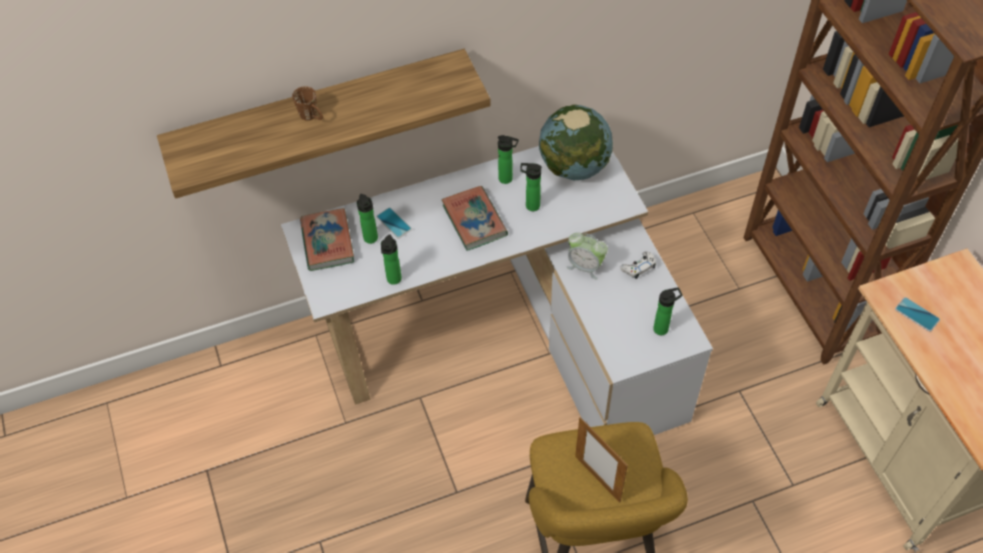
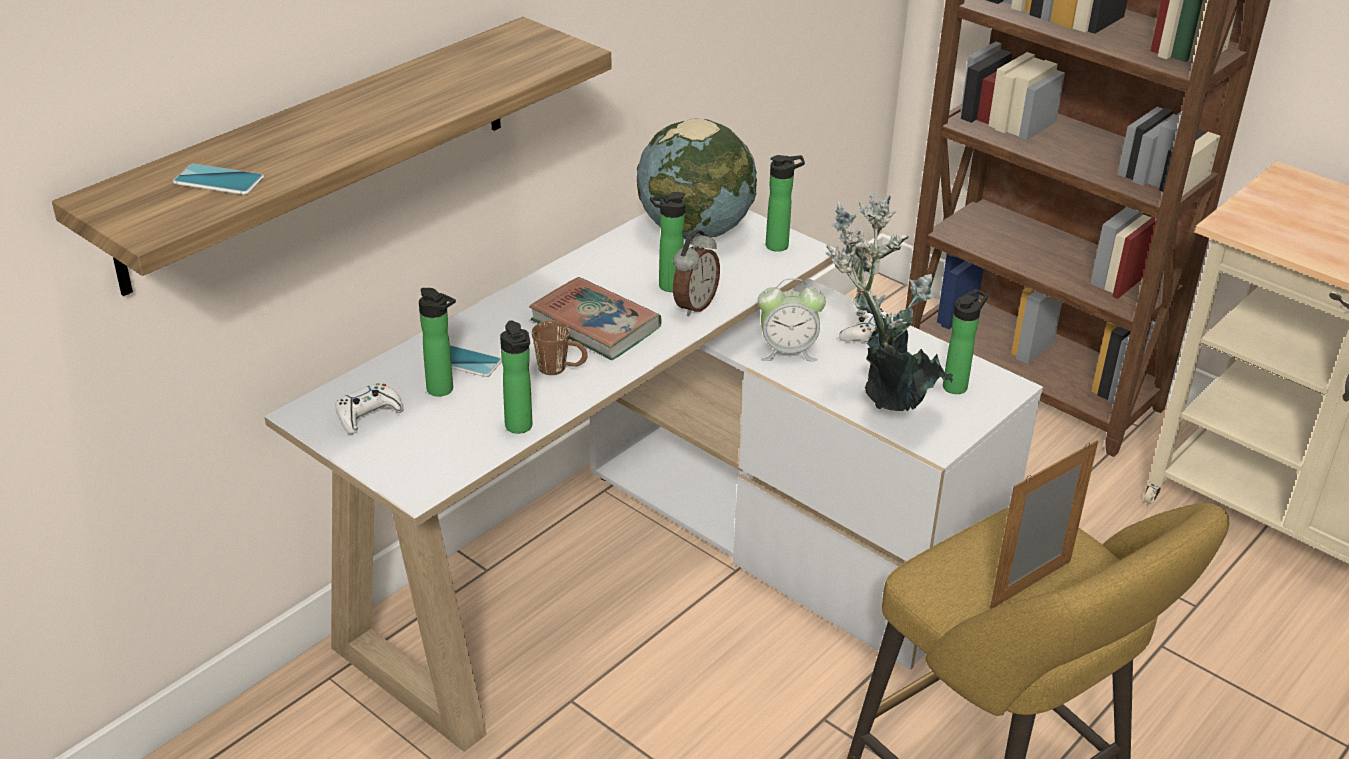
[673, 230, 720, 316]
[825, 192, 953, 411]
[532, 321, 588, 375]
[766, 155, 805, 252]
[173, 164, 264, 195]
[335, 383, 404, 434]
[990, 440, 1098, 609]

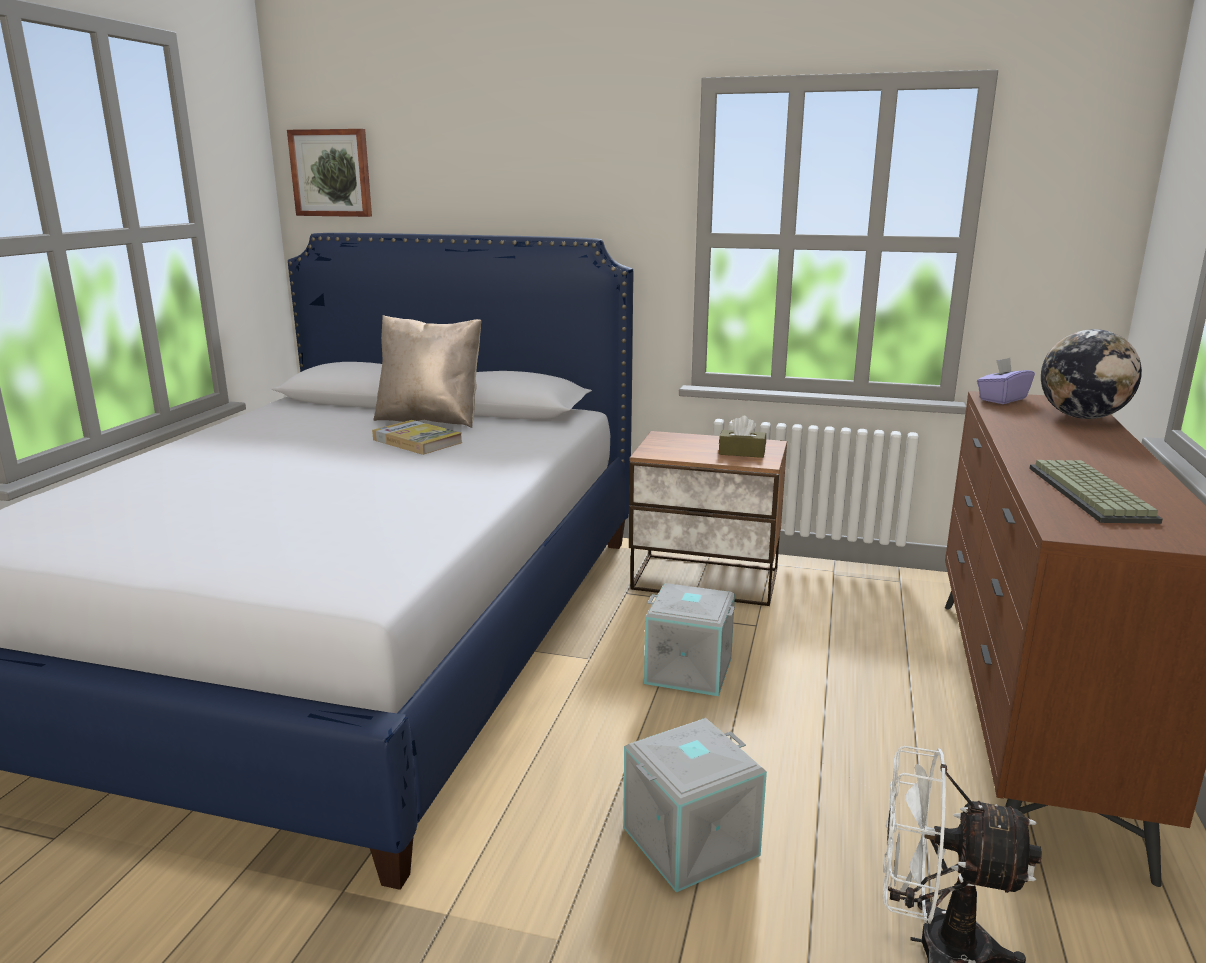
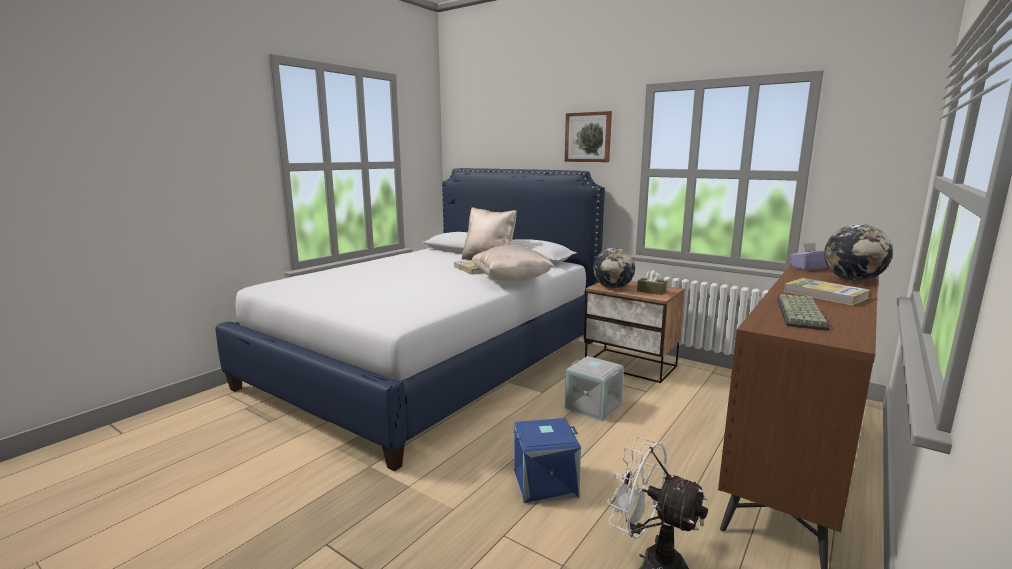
[472, 245, 554, 281]
[593, 248, 635, 289]
[784, 278, 870, 306]
[565, 111, 612, 162]
[514, 418, 581, 503]

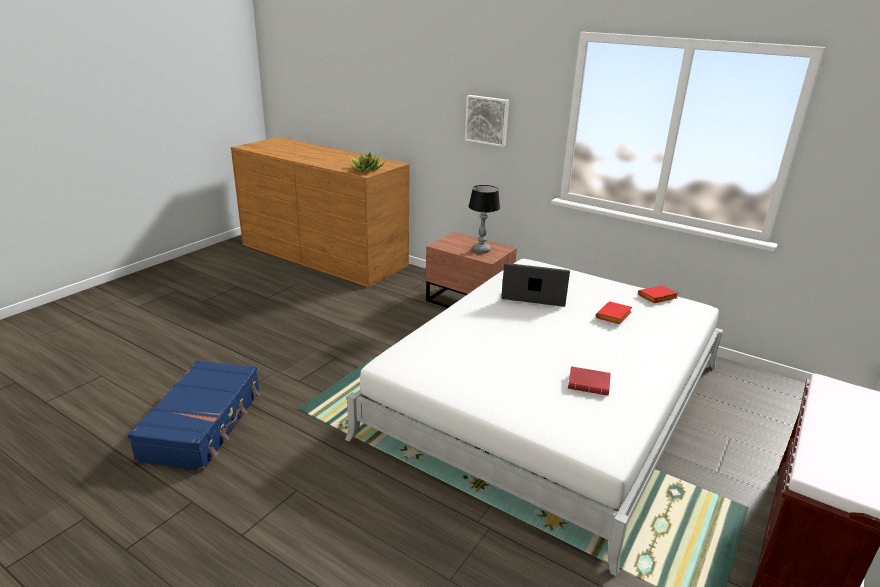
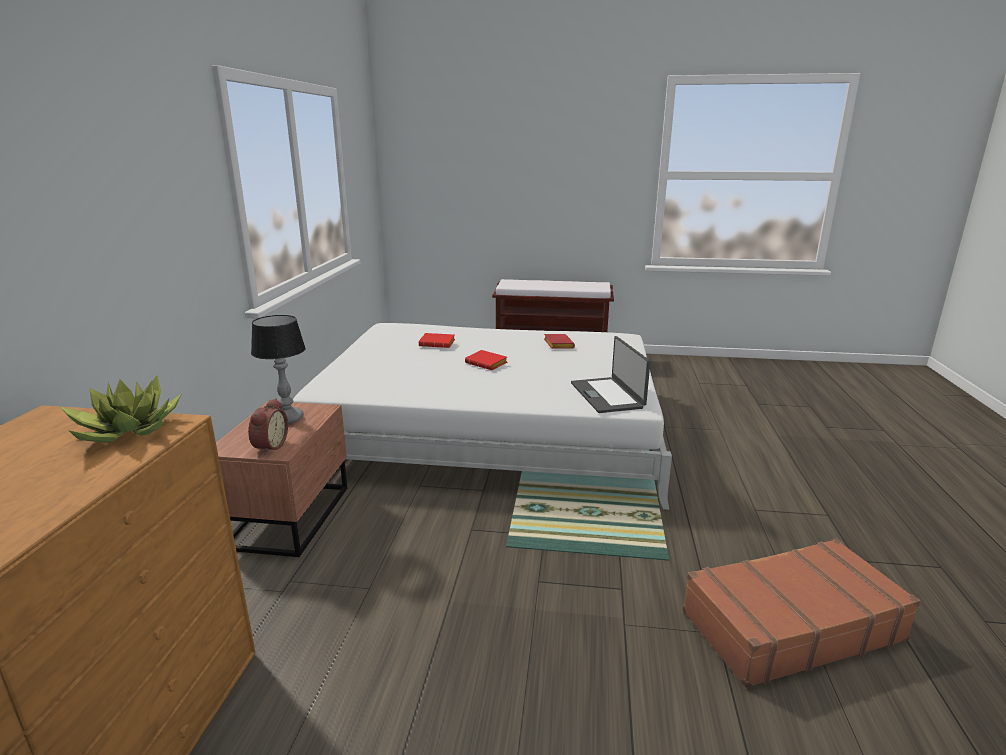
[465, 95, 509, 147] (first image)
[248, 398, 288, 455]
[571, 336, 650, 413]
[465, 350, 507, 370]
[683, 539, 921, 688]

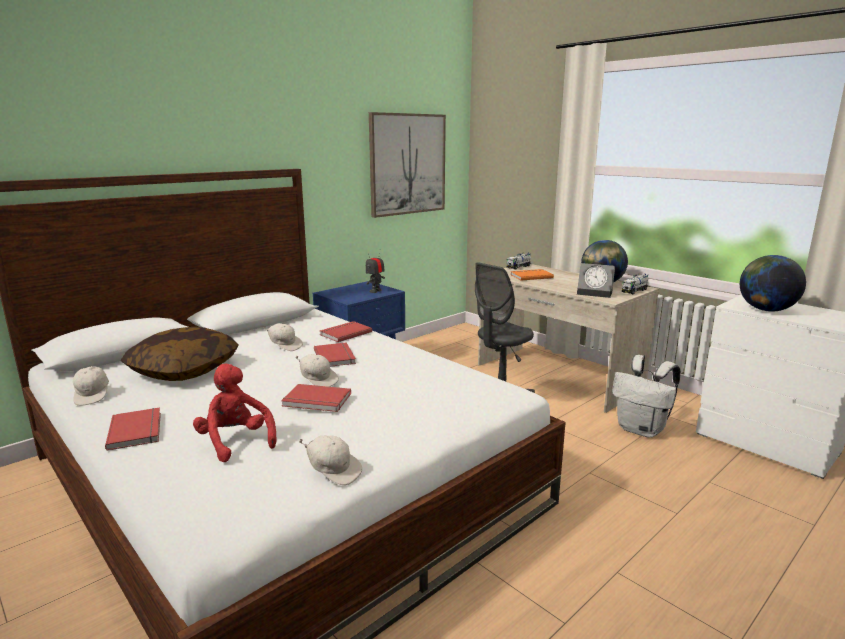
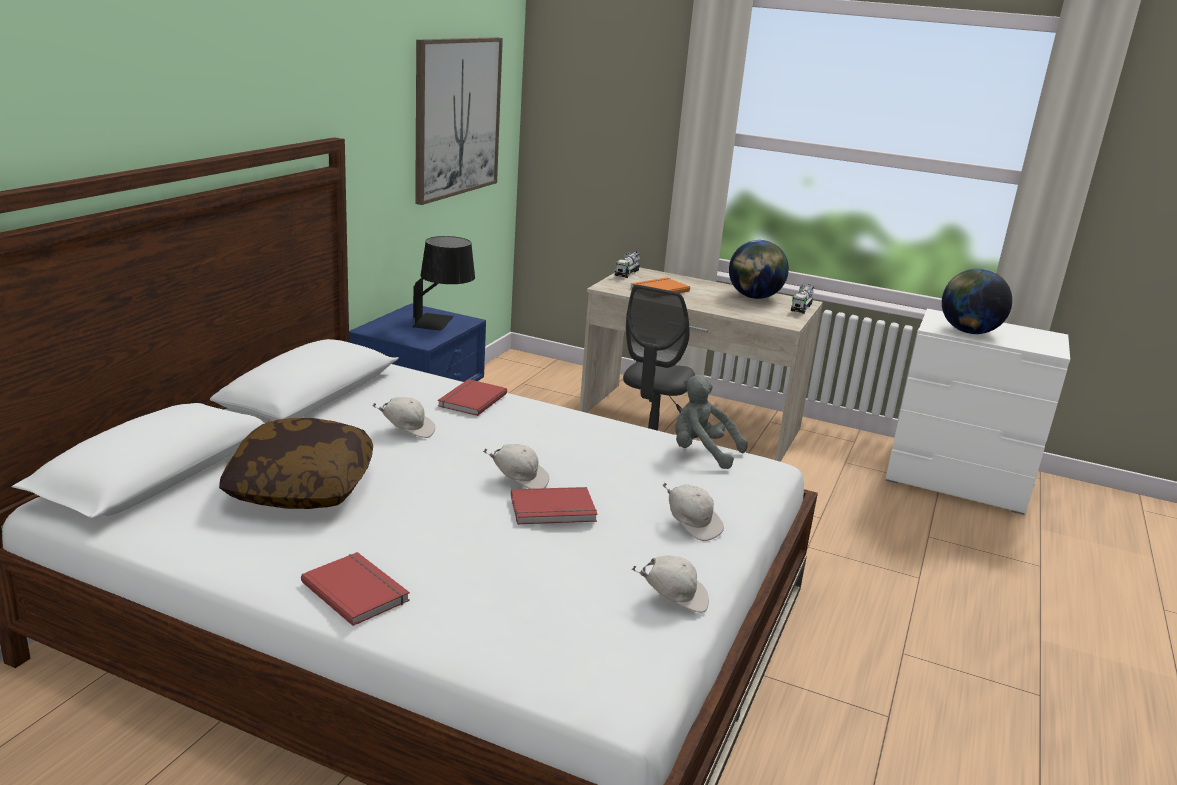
[193, 364, 277, 462] (first image)
[314, 343, 356, 367] (first image)
[577, 262, 615, 298] (first image)
[612, 355, 680, 438] (first image)
[675, 375, 748, 469]
[662, 483, 724, 541]
[412, 236, 475, 331]

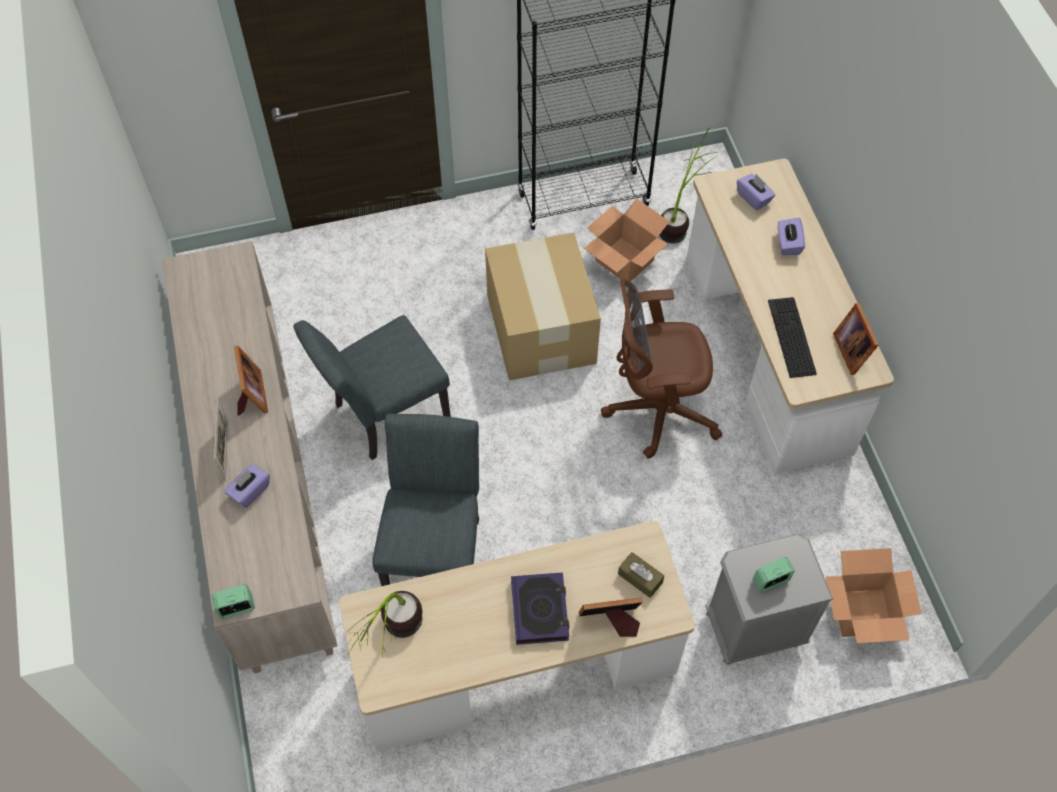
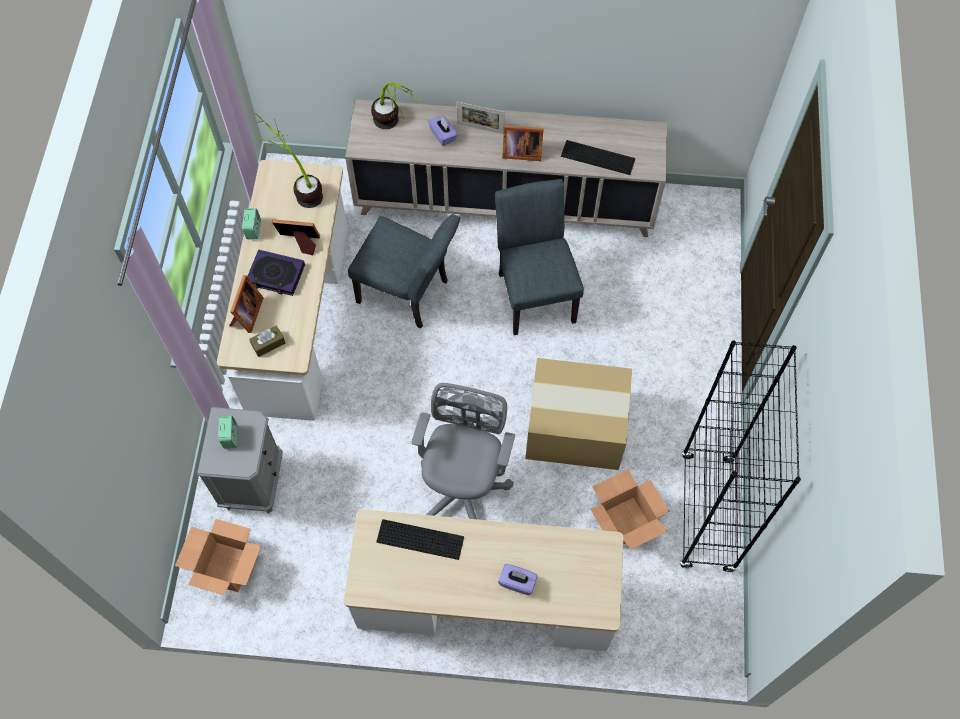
[737, 174, 775, 210] (first image)
[561, 140, 635, 175]
[242, 208, 261, 239]
[371, 83, 421, 129]
[272, 219, 320, 255]
[411, 383, 515, 519]

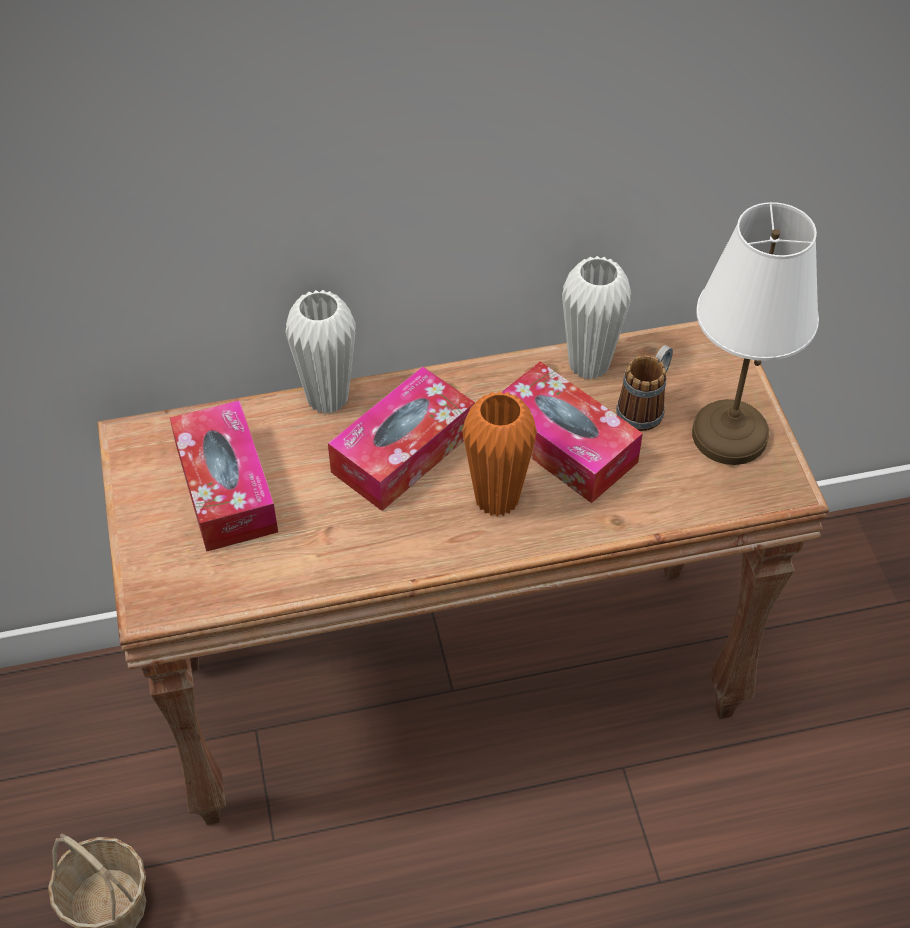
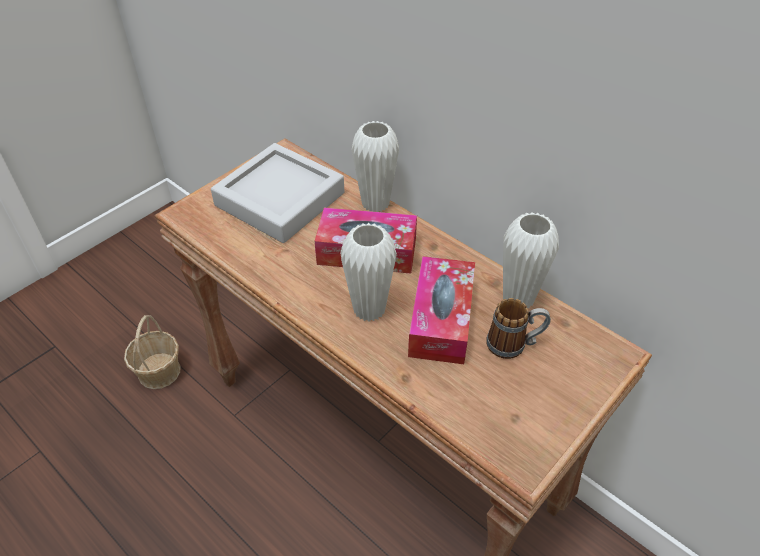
[692, 202, 819, 465] (first image)
[211, 143, 344, 243]
[340, 223, 397, 321]

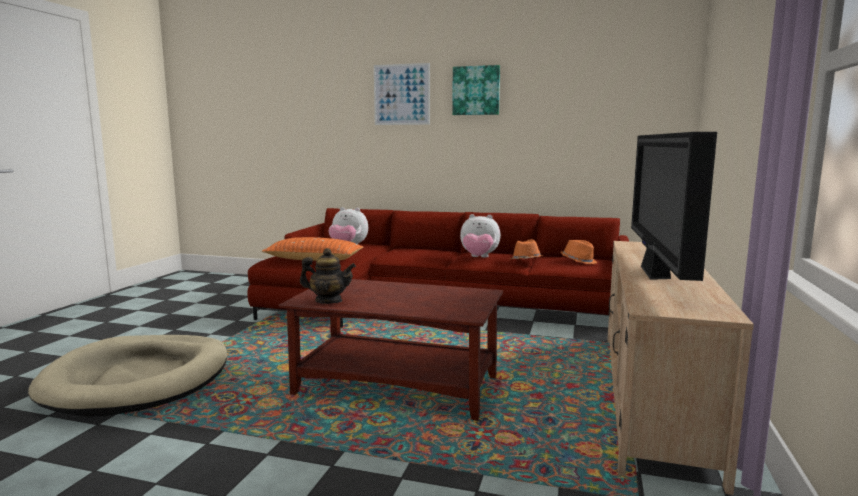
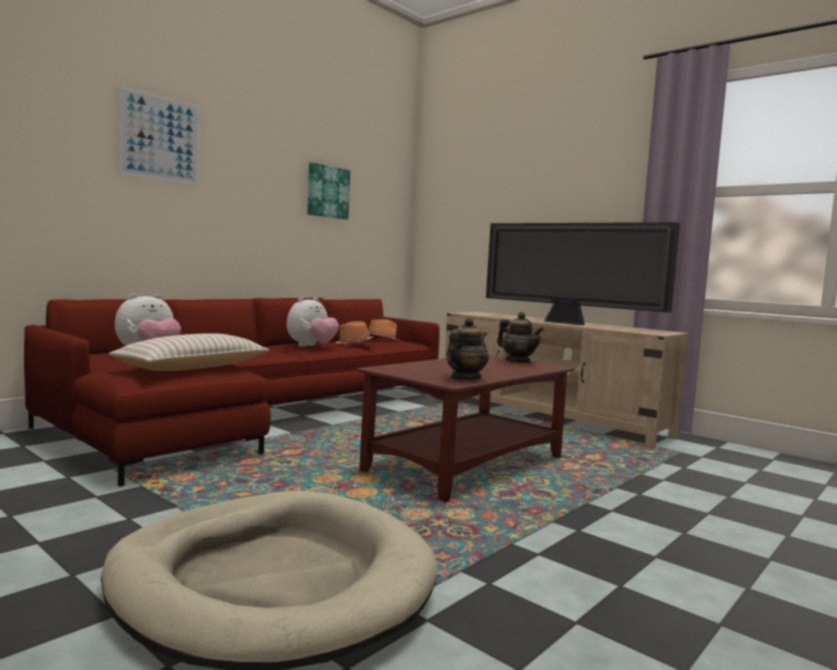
[497, 312, 544, 363]
[307, 162, 350, 219]
[108, 334, 270, 371]

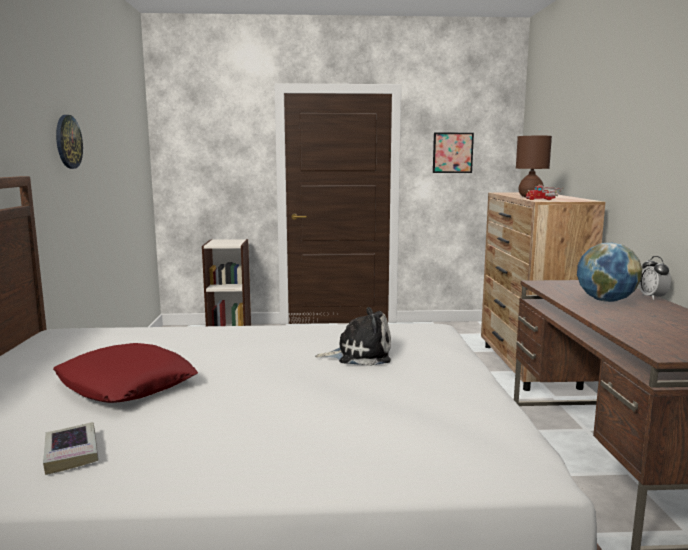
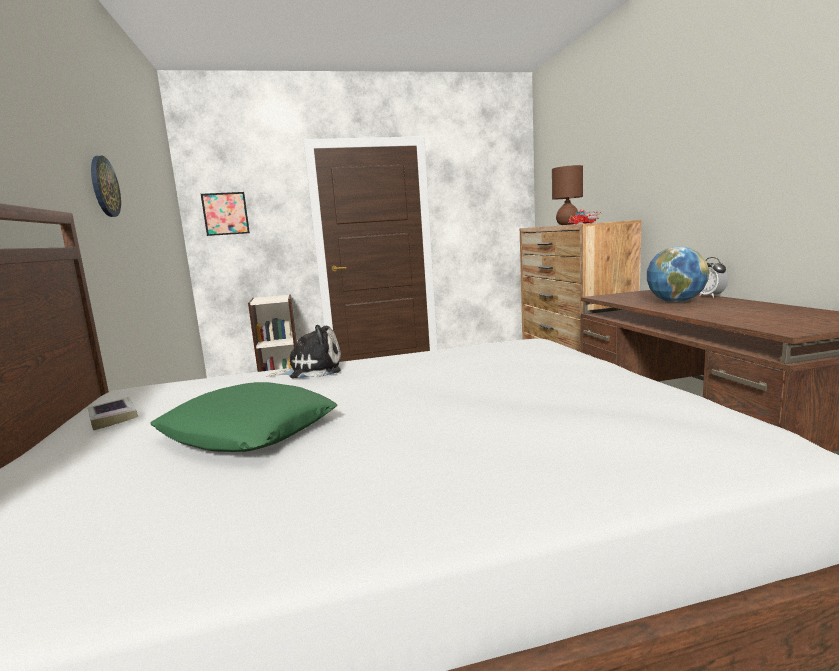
[88, 397, 138, 430]
[267, 325, 341, 378]
[201, 192, 250, 236]
[150, 382, 338, 452]

